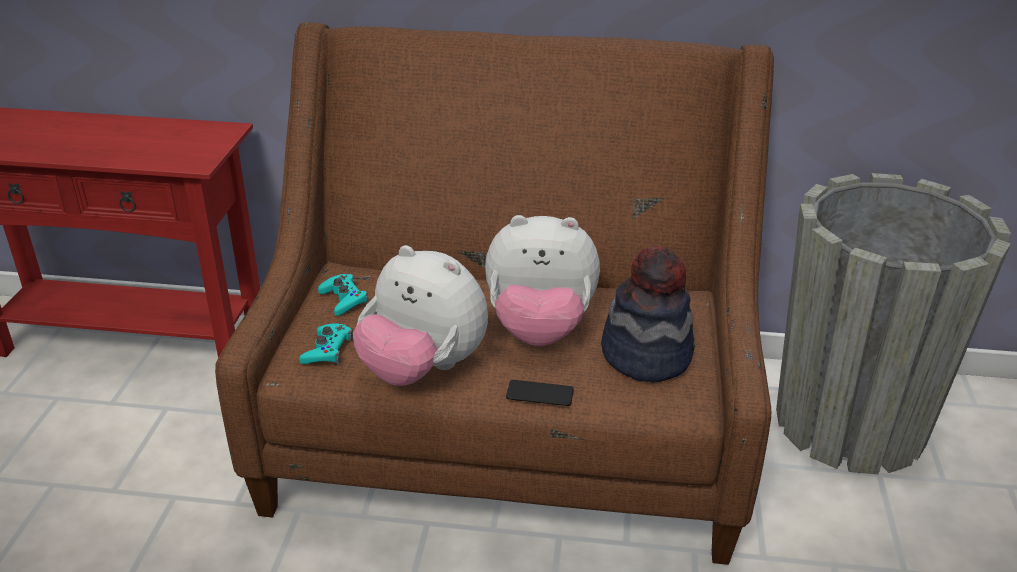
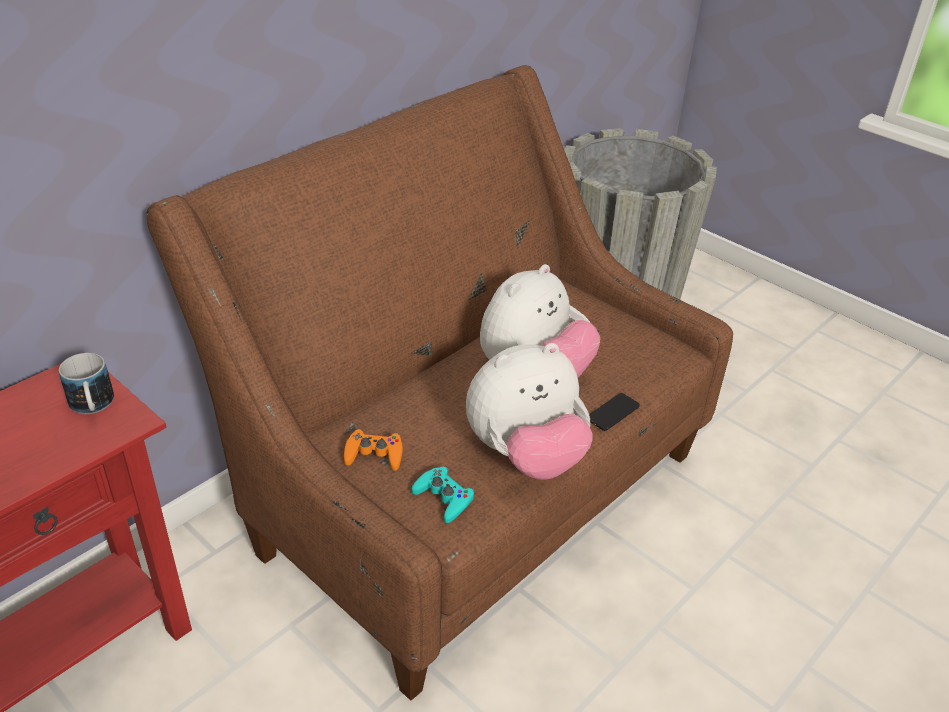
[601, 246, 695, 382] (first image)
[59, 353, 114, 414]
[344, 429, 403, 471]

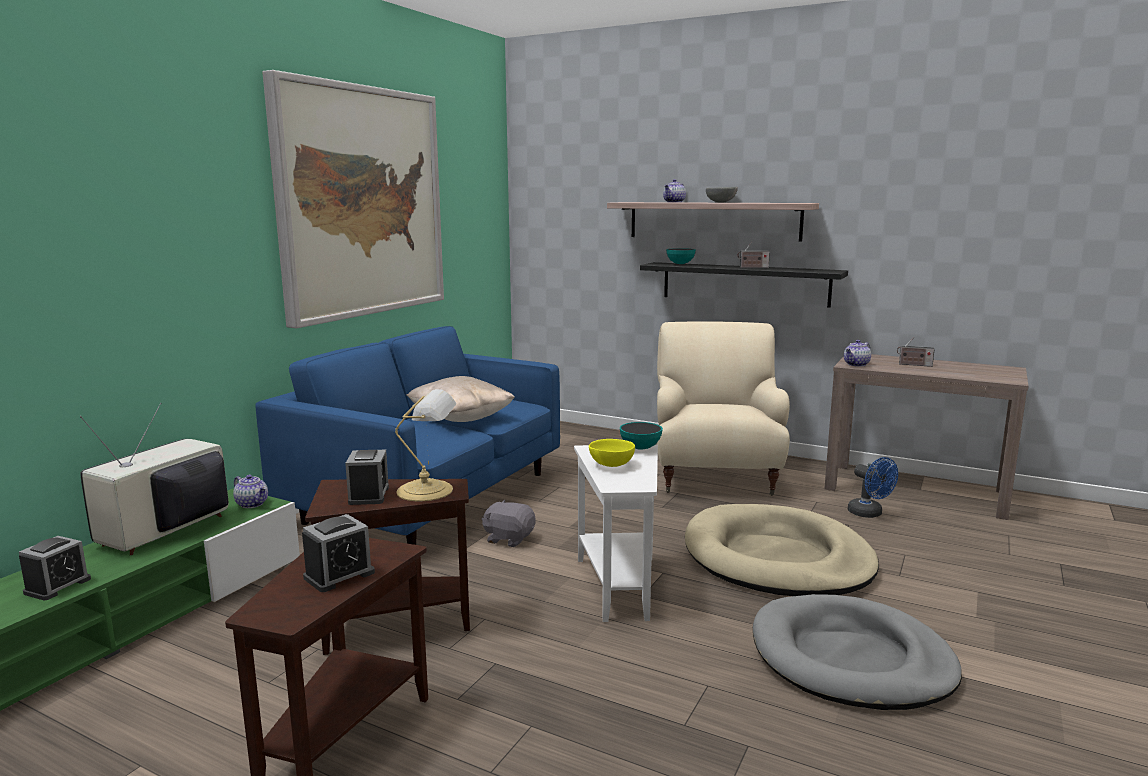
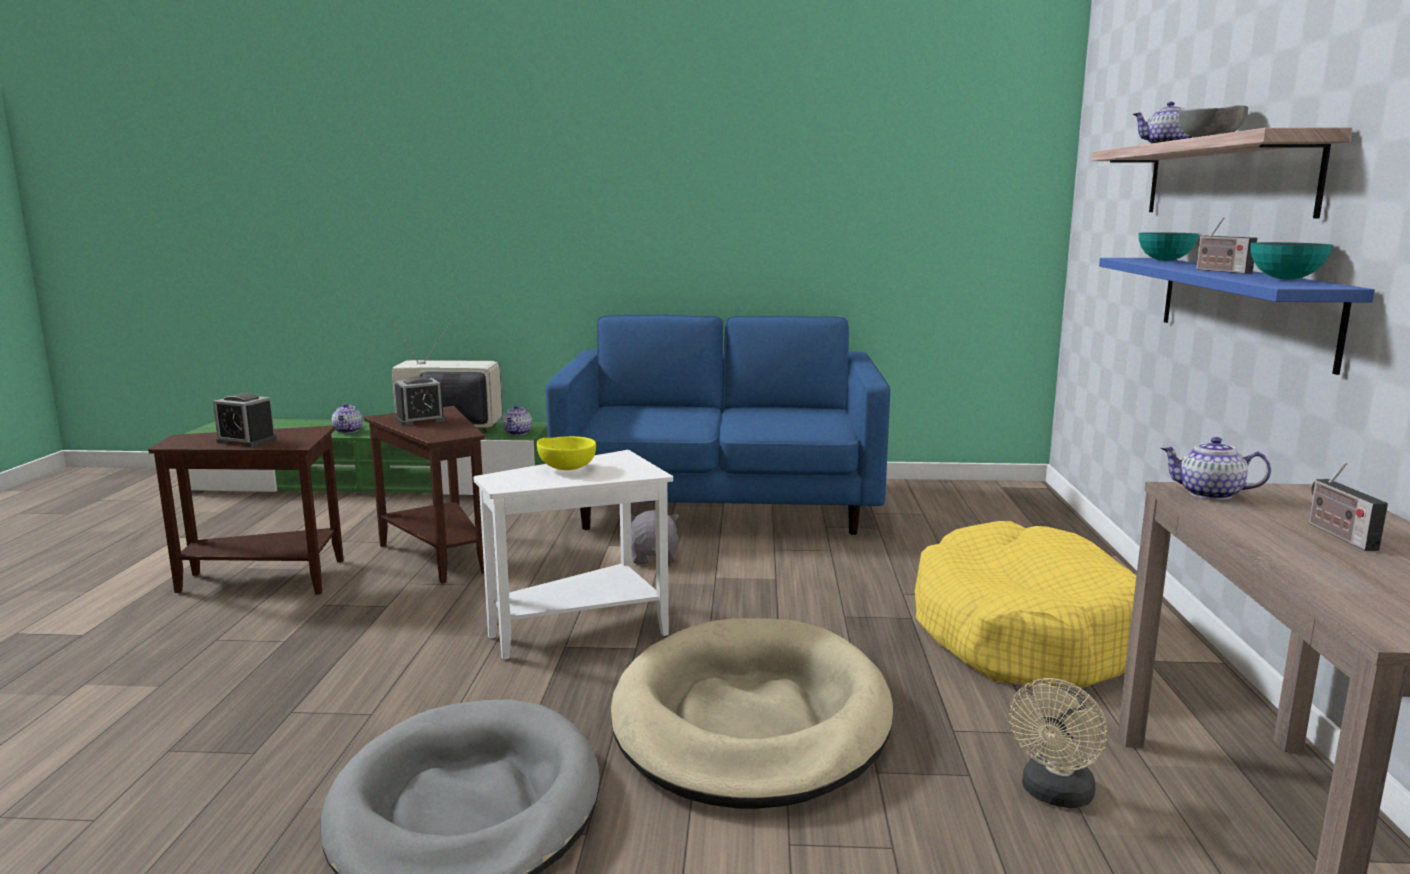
[262, 70, 444, 328] (first image)
[395, 389, 456, 501] (first image)
[406, 376, 515, 422] (first image)
[1251, 242, 1333, 280]
[332, 403, 363, 433]
[915, 521, 1136, 689]
[1099, 258, 1375, 375]
[1009, 678, 1108, 808]

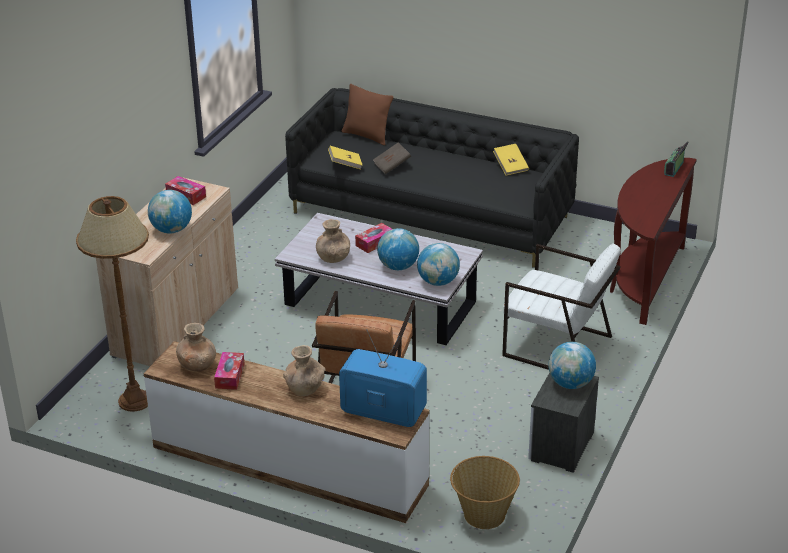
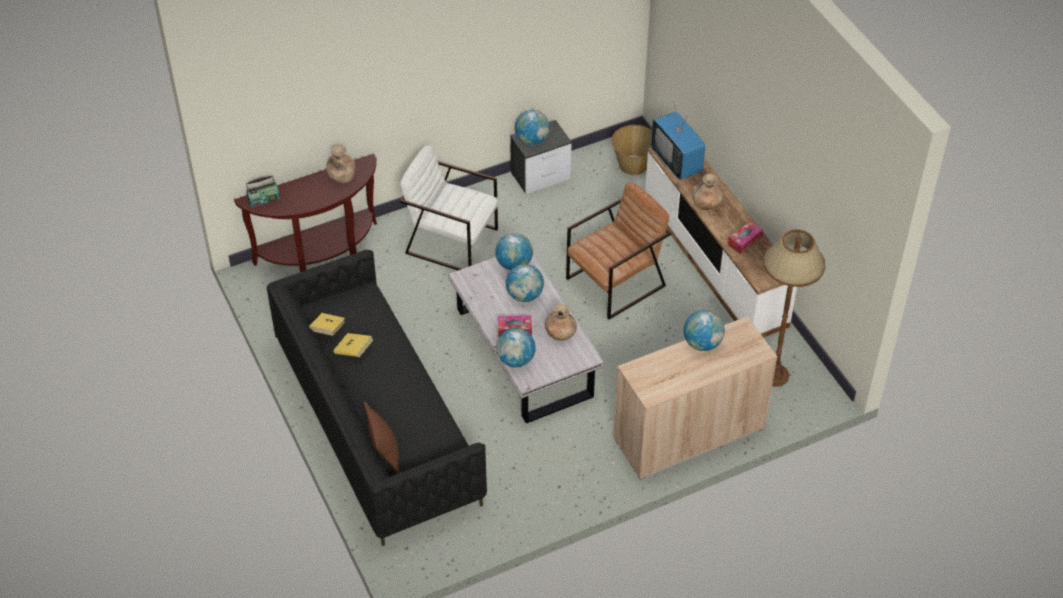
[165, 176, 206, 205] (first image)
[373, 142, 411, 174] (first image)
[496, 328, 536, 367]
[326, 145, 355, 183]
[333, 333, 373, 357]
[399, 146, 498, 270]

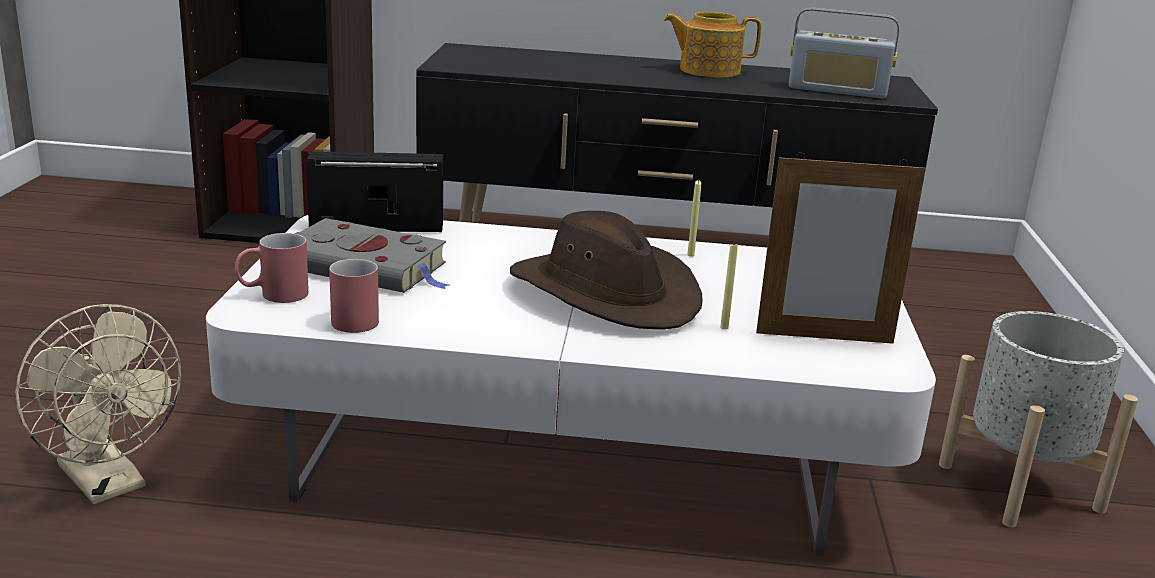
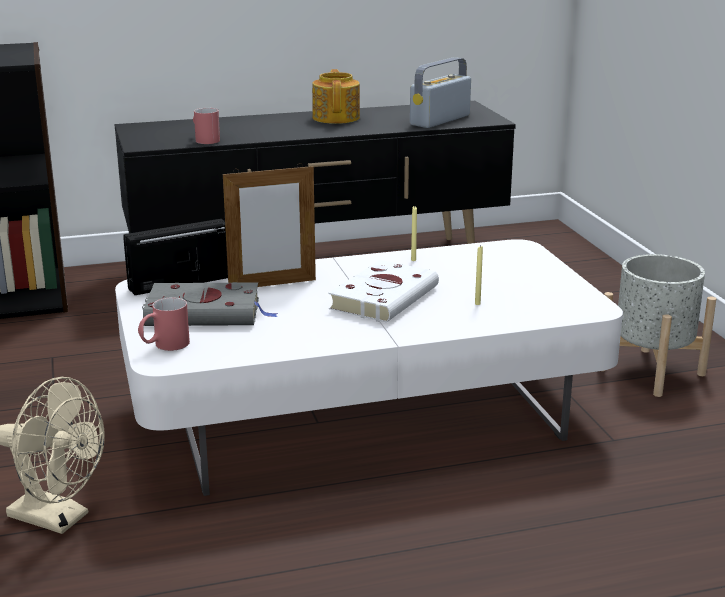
[193, 108, 220, 144]
[223, 163, 316, 287]
[328, 260, 439, 323]
[312, 69, 360, 124]
[410, 57, 471, 128]

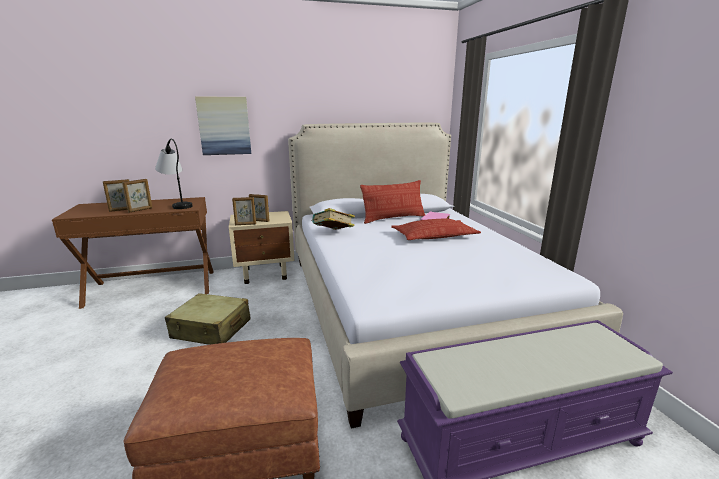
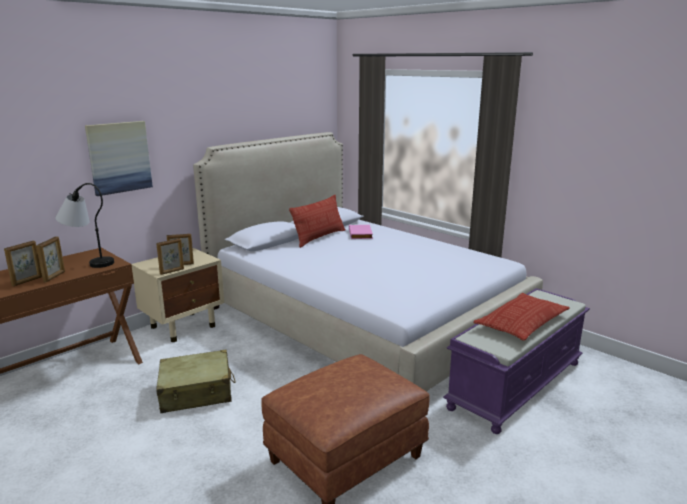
[311, 208, 355, 230] (first image)
[474, 293, 570, 341]

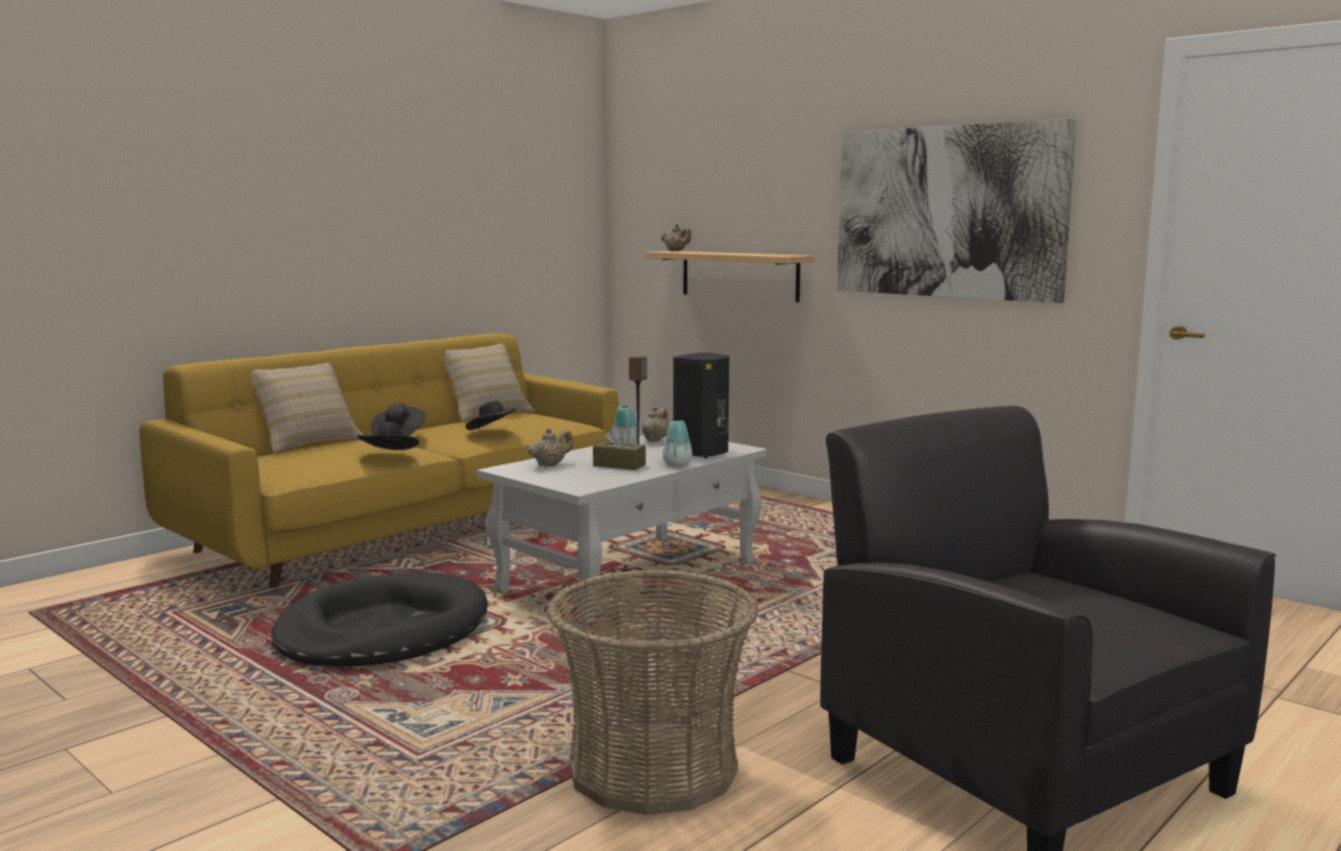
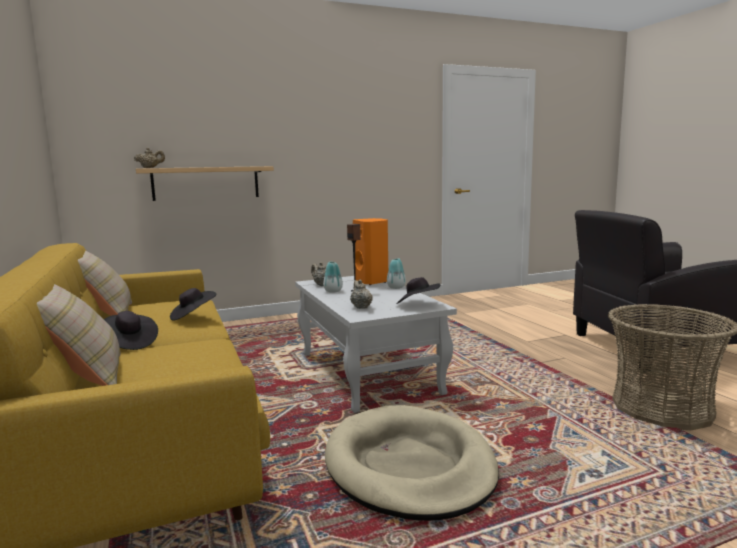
[593, 426, 646, 470] (first image)
[837, 118, 1077, 303] (first image)
[396, 277, 440, 304]
[325, 405, 499, 521]
[353, 218, 388, 285]

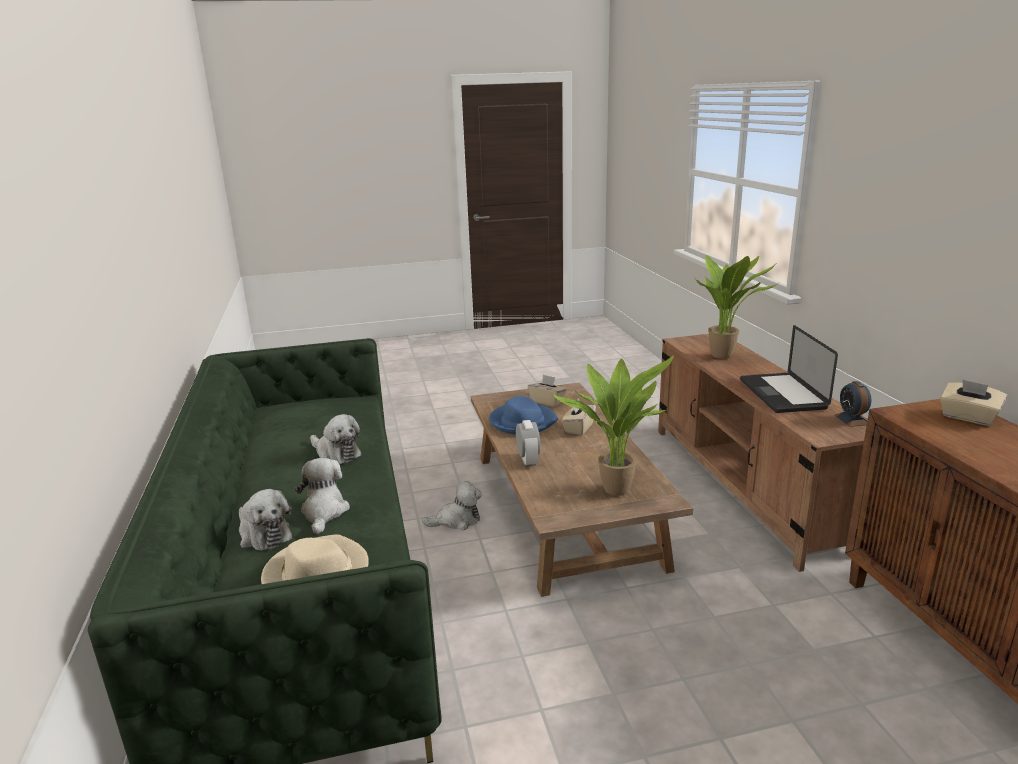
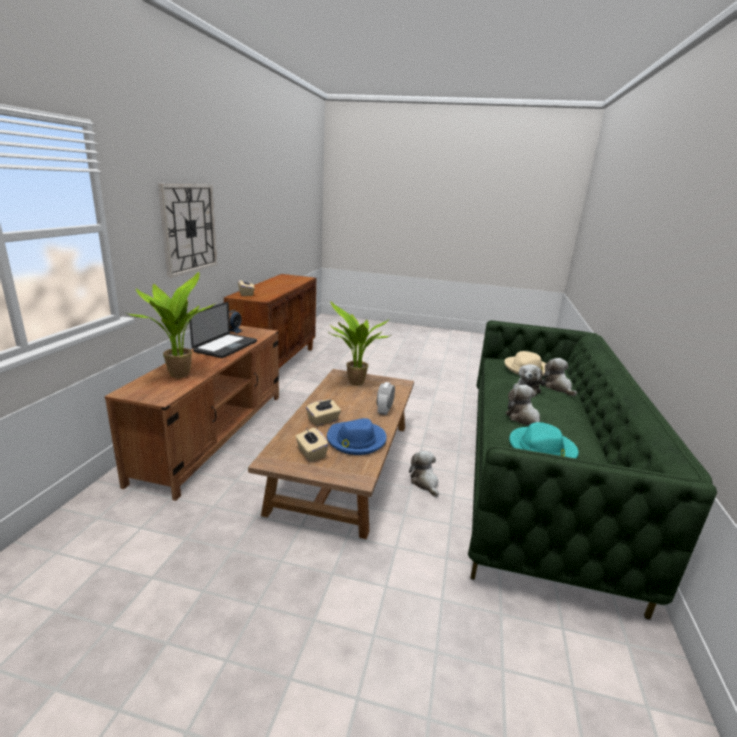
[158, 184, 217, 278]
[509, 422, 579, 459]
[409, 451, 439, 497]

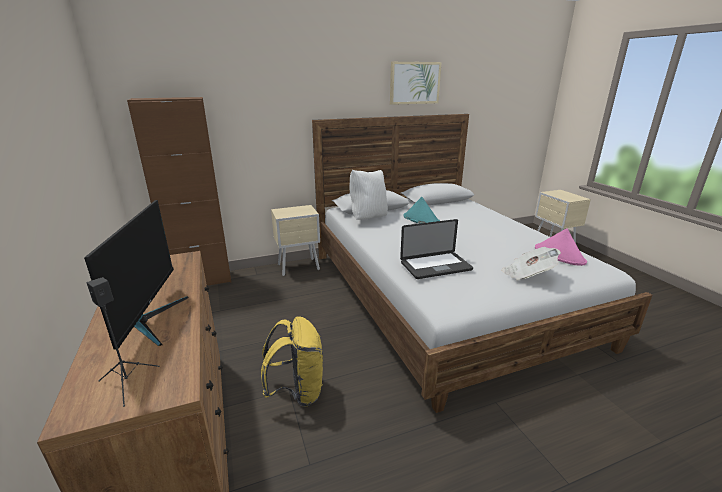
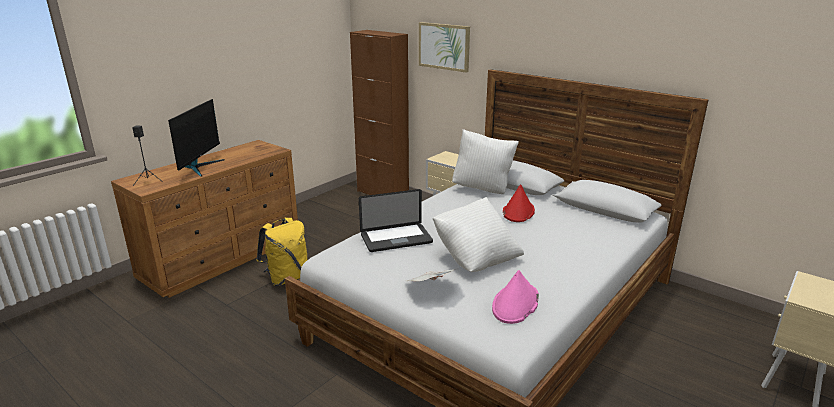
[433, 197, 524, 272]
[419, 22, 470, 73]
[503, 184, 535, 222]
[168, 99, 224, 177]
[359, 189, 433, 252]

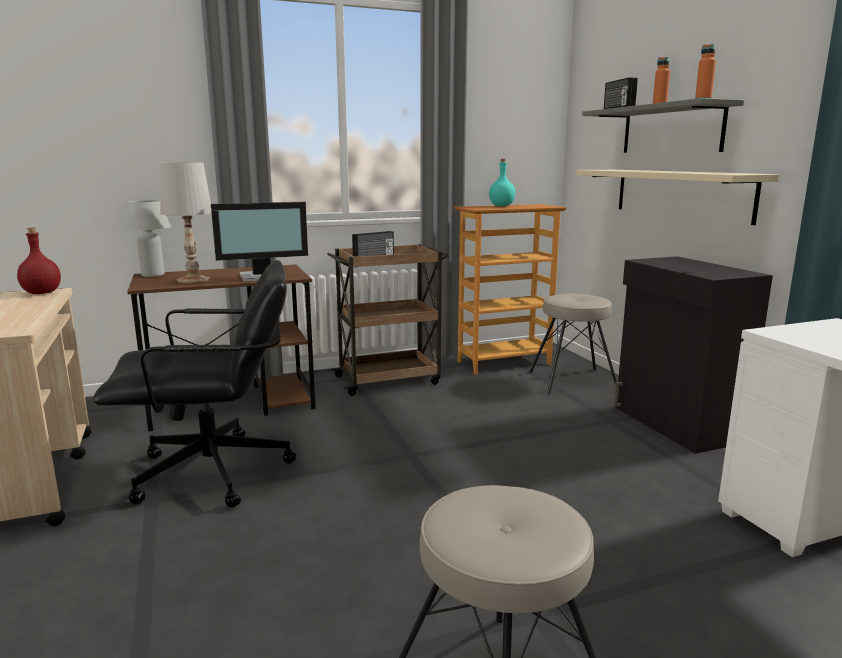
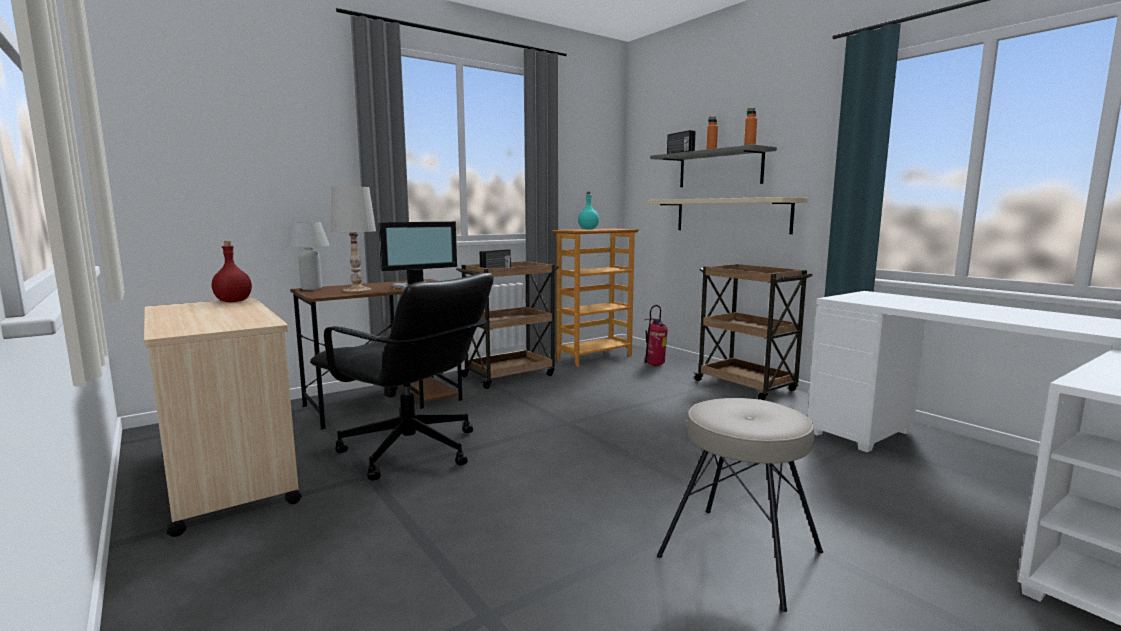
[644, 305, 668, 366]
[693, 264, 813, 400]
[310, 273, 494, 481]

